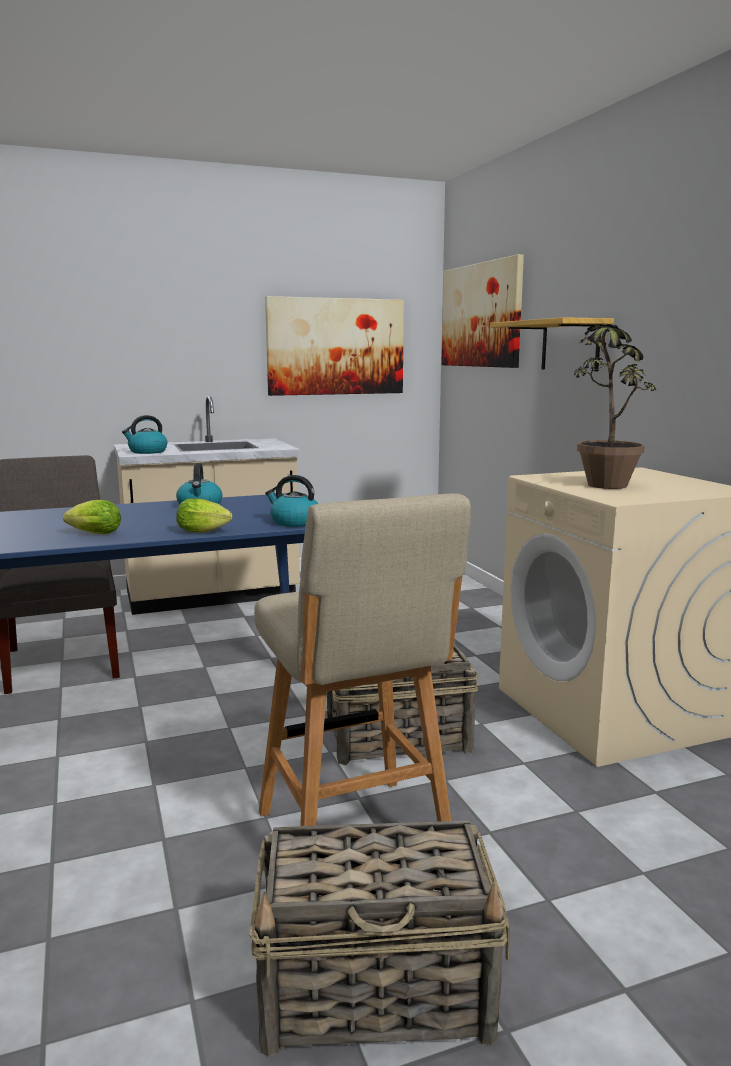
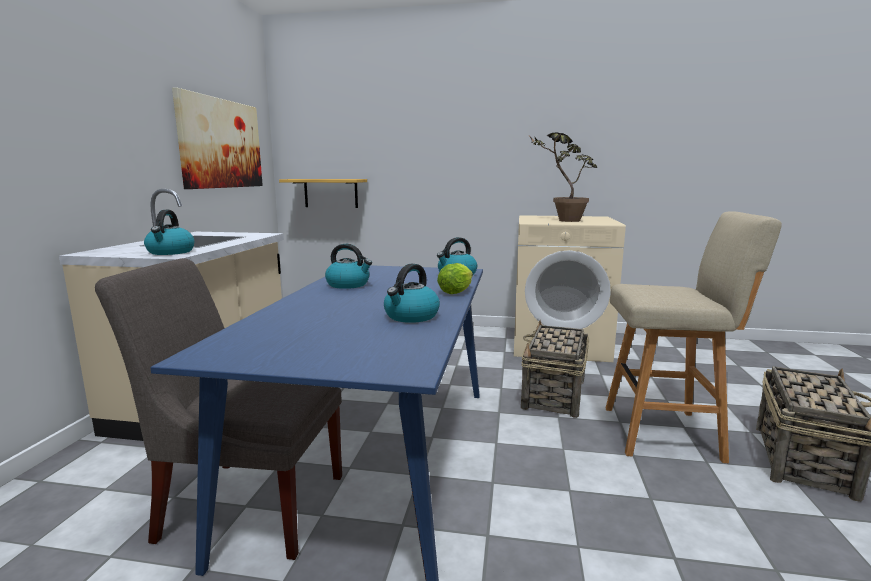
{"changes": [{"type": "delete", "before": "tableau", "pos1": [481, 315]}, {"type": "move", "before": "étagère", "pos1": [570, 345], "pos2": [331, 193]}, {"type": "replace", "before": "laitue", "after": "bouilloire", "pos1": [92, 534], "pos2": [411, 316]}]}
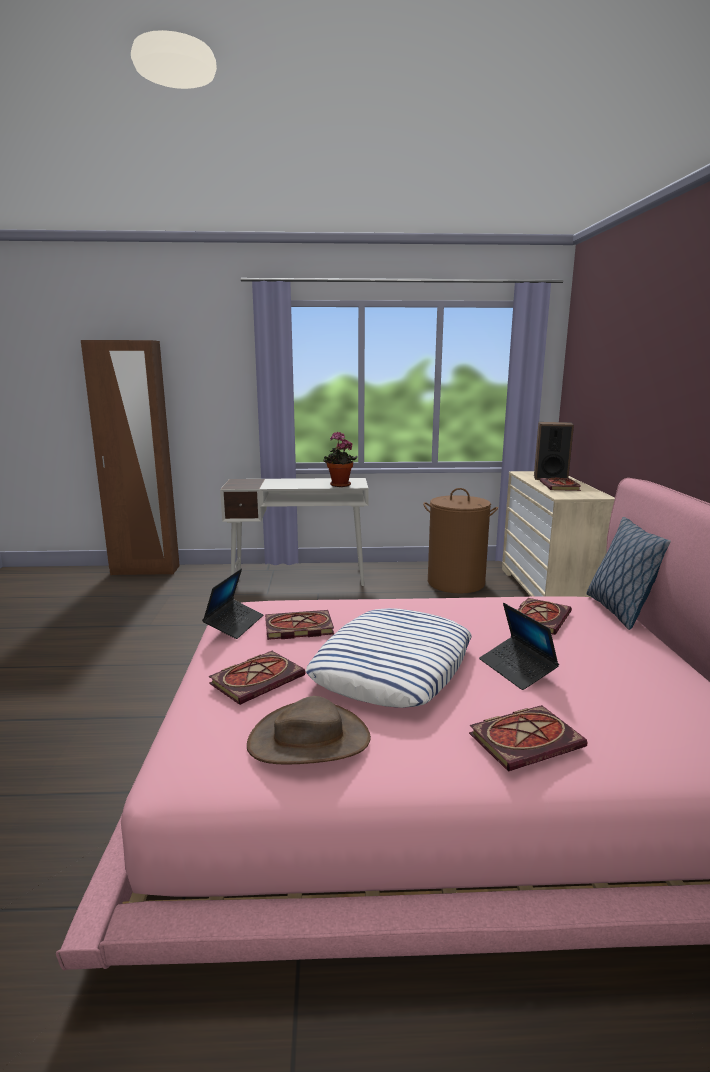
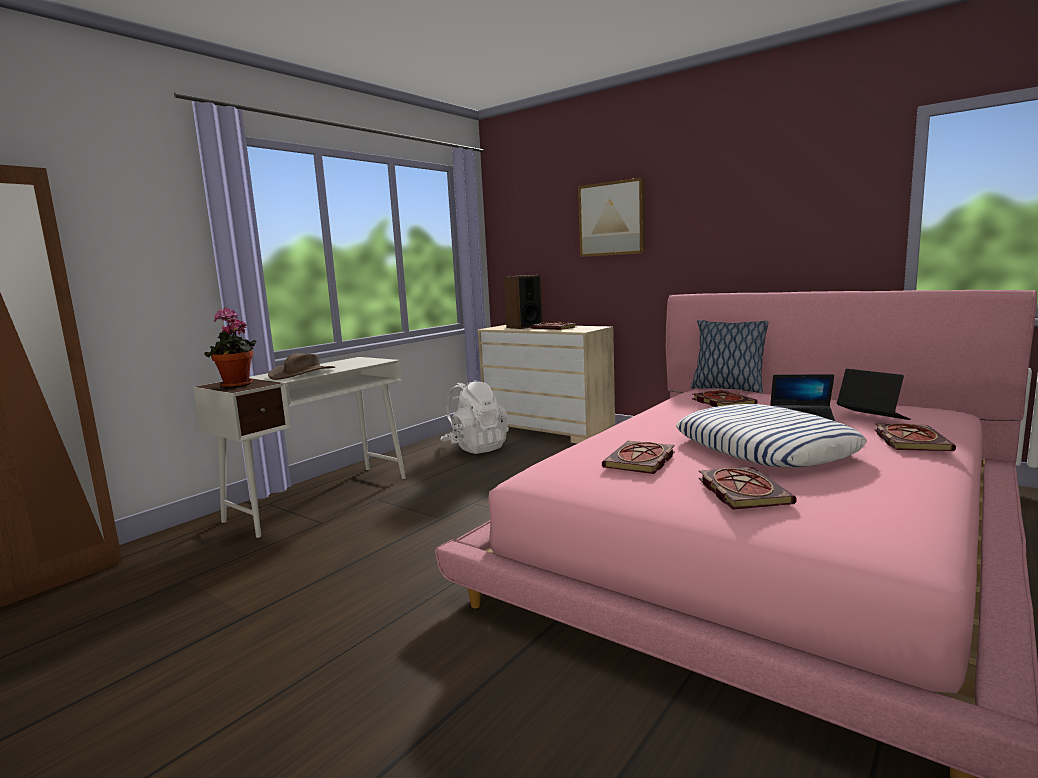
{"changes": [{"type": "move", "before": "plante en pot", "pos1": [339, 485], "pos2": [237, 385]}, {"type": "replace", "before": "panier à linge (marron)", "after": "sac à dos (blanc)", "pos1": [456, 583], "pos2": [476, 448]}, {"type": "move", "before": "ordinateur portable", "pos1": [234, 624], "pos2": [872, 418]}, {"type": "move", "before": "chapeau (marron)", "pos1": [309, 740], "pos2": [302, 373]}, {"type": "insert", "after": "tableau", "pos2": [612, 219]}]}
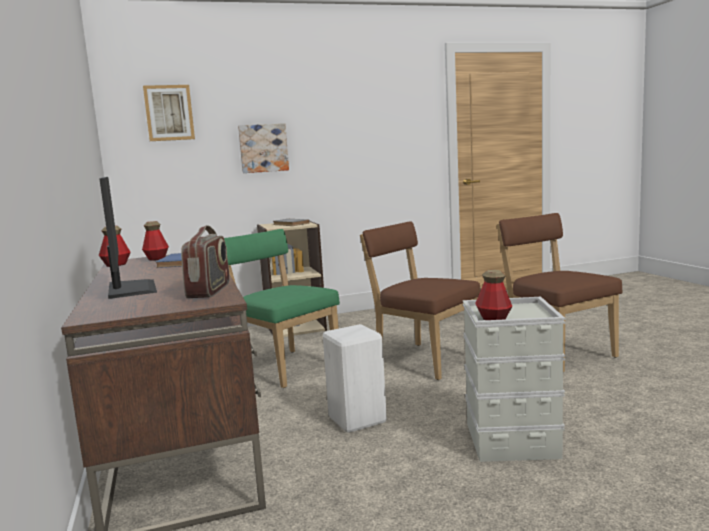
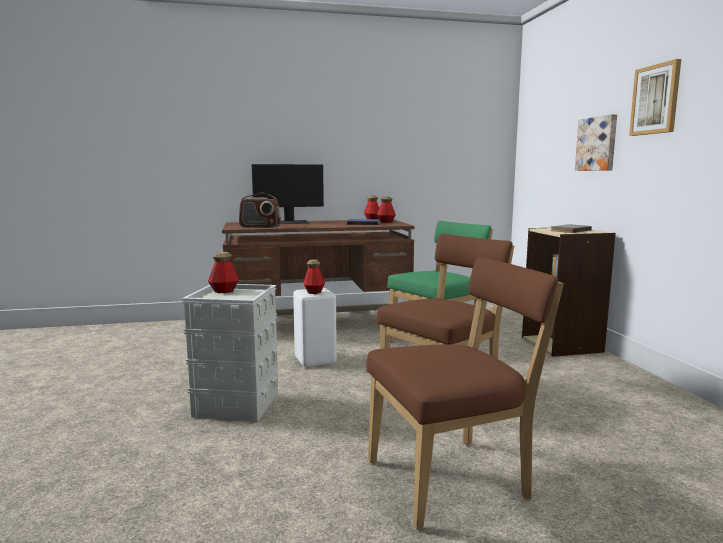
{"changes": [{"type": "move", "before": "tableau", "pos1": [169, 113], "pos2": [655, 99]}, {"type": "insert", "after": "bouteille", "pos2": [314, 292]}]}
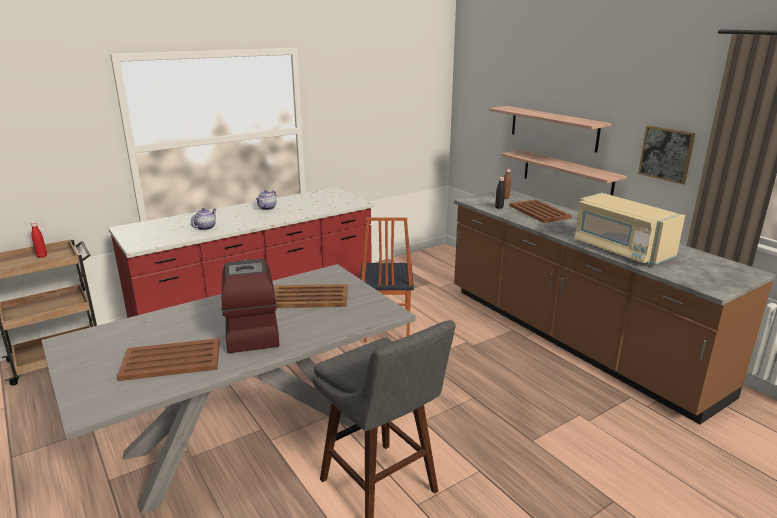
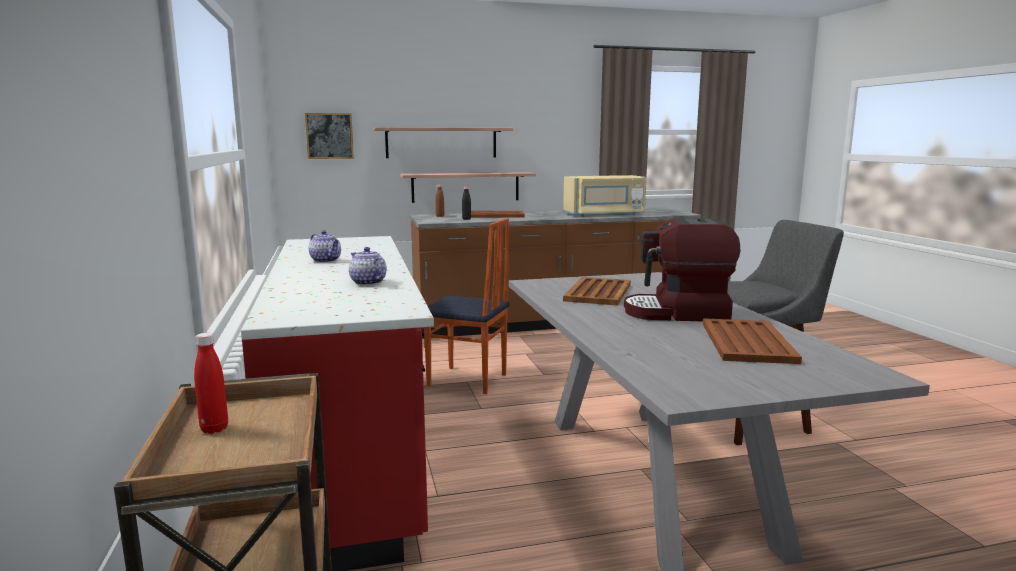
{"changes": [{"type": "move", "before": "tableau", "pos1": [666, 154], "pos2": [329, 136]}]}
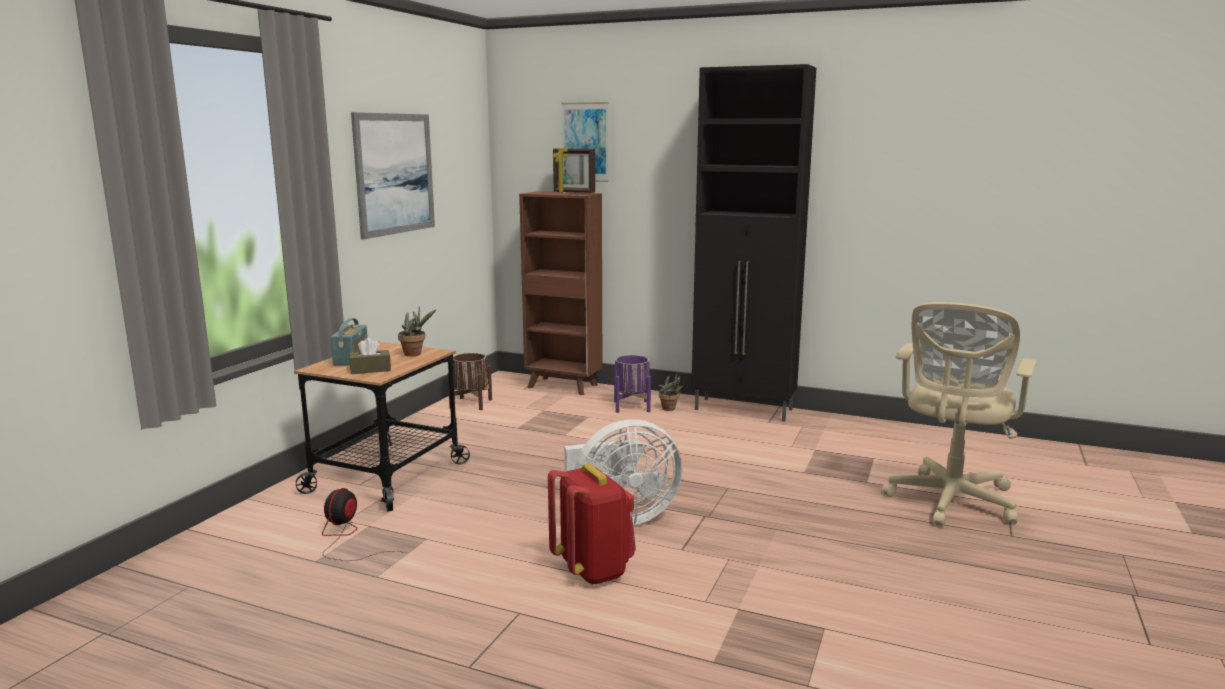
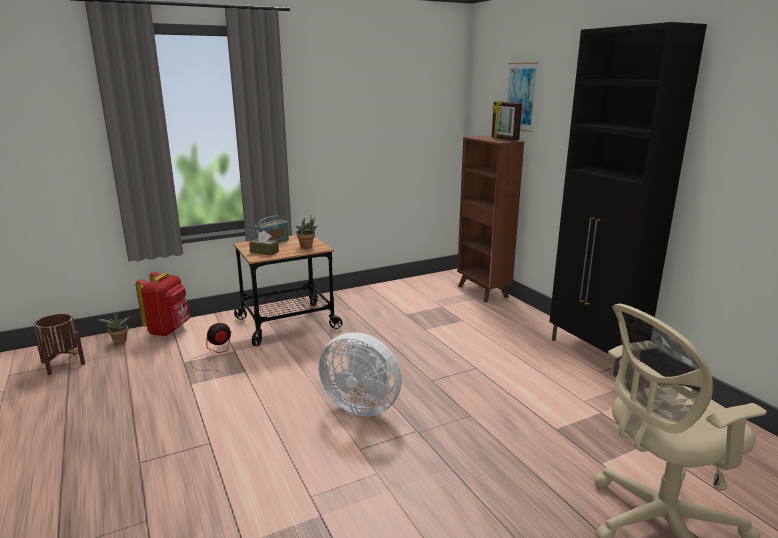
{"changes": [{"type": "delete", "before": "tableau", "pos1": [394, 174]}, {"type": "move", "before": "cache-pot (marron)", "pos1": [470, 404], "pos2": [63, 363]}, {"type": "delete", "before": "cache-pot (violet)", "pos1": [631, 406]}, {"type": "move", "before": "plante en pot", "pos1": [670, 409], "pos2": [119, 342]}, {"type": "move", "before": "sac à dos (rouge)", "pos1": [593, 570], "pos2": [169, 330]}]}
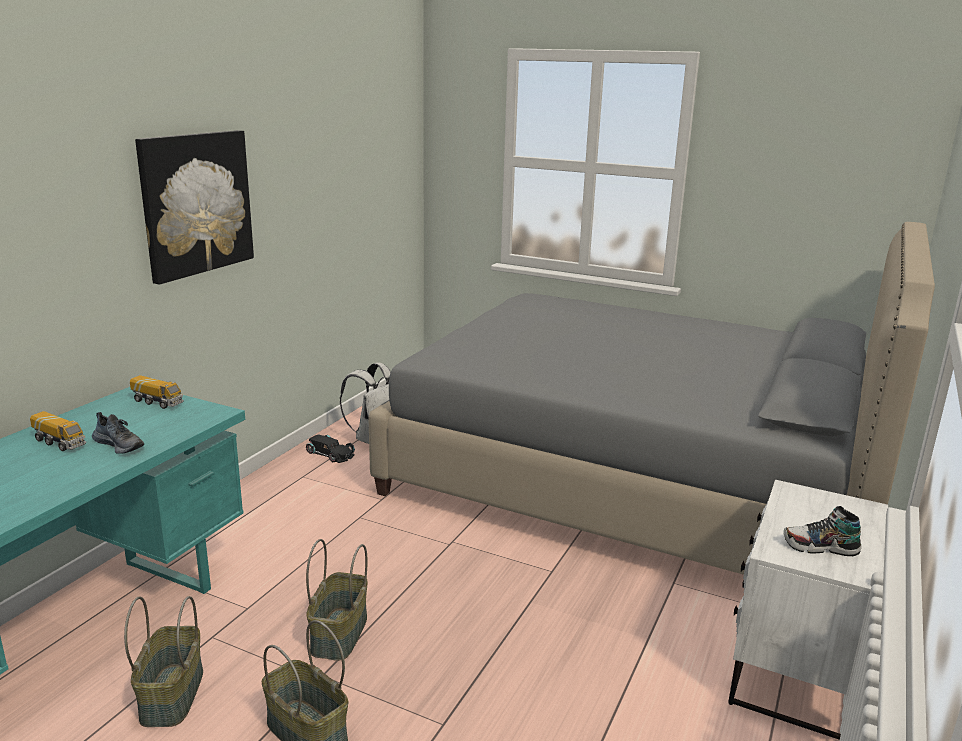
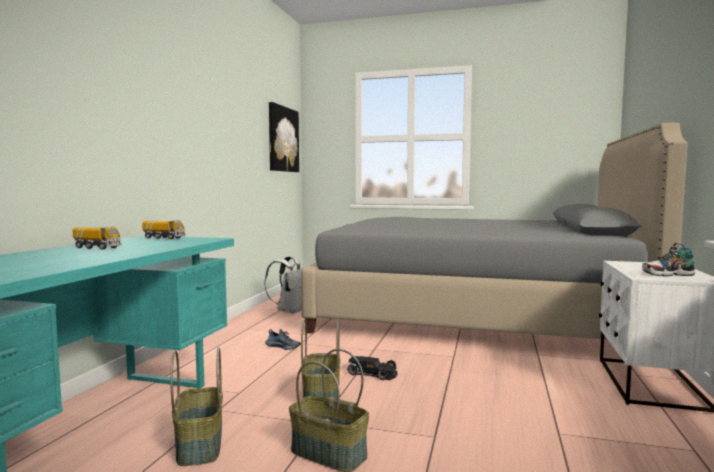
{"changes": [{"type": "move", "before": "tableau", "pos1": [196, 203], "pos2": [282, 139]}, {"type": "move", "before": "chaussure", "pos1": [120, 445], "pos2": [283, 347]}, {"type": "move", "before": "petite voiture (noir)", "pos1": [330, 453], "pos2": [372, 373]}]}
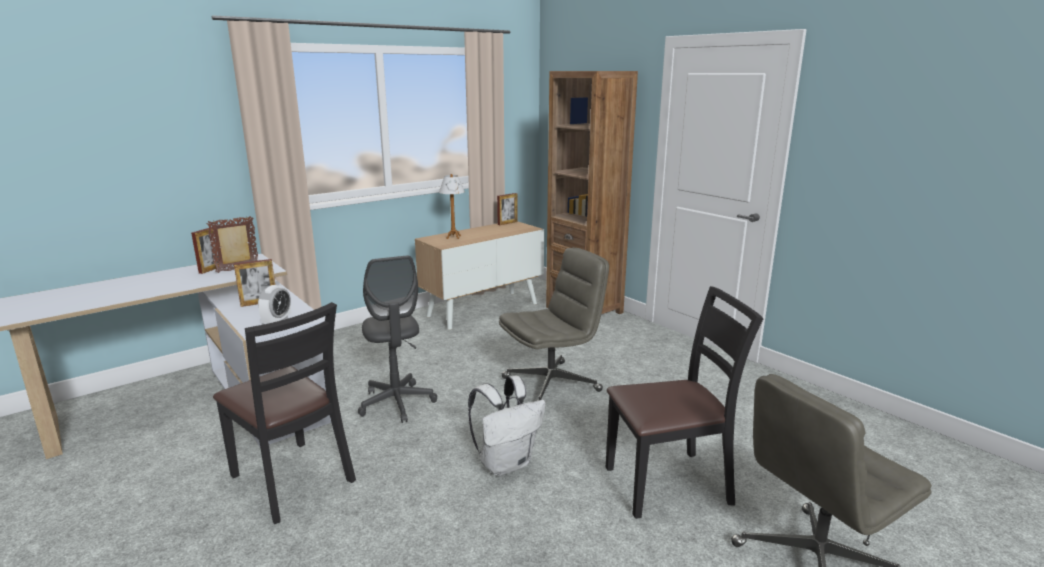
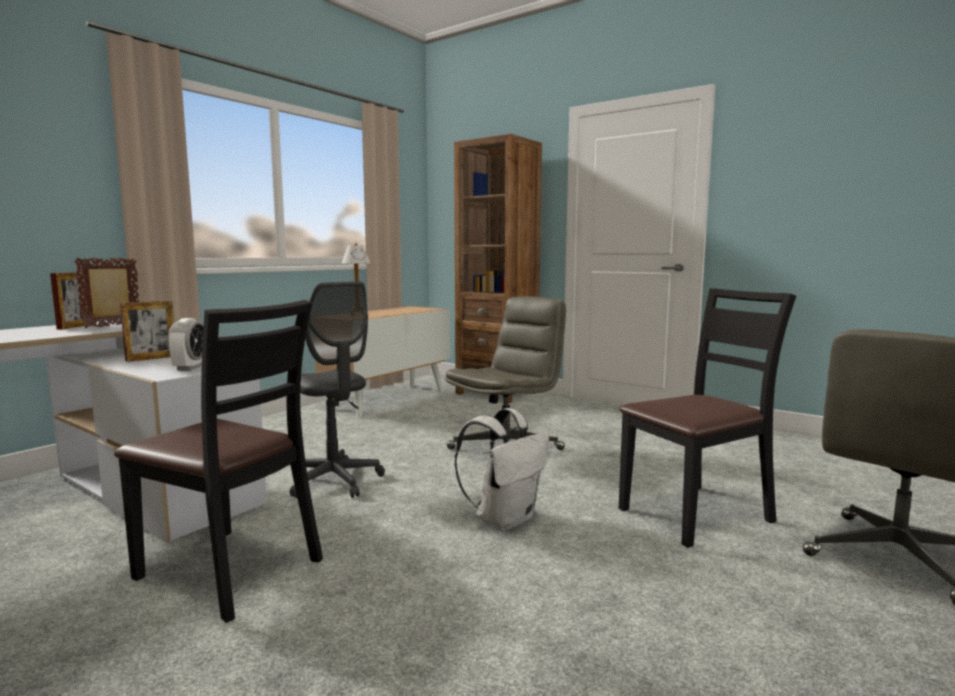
{"changes": [{"type": "delete", "before": "cadre photo", "pos1": [507, 223]}]}
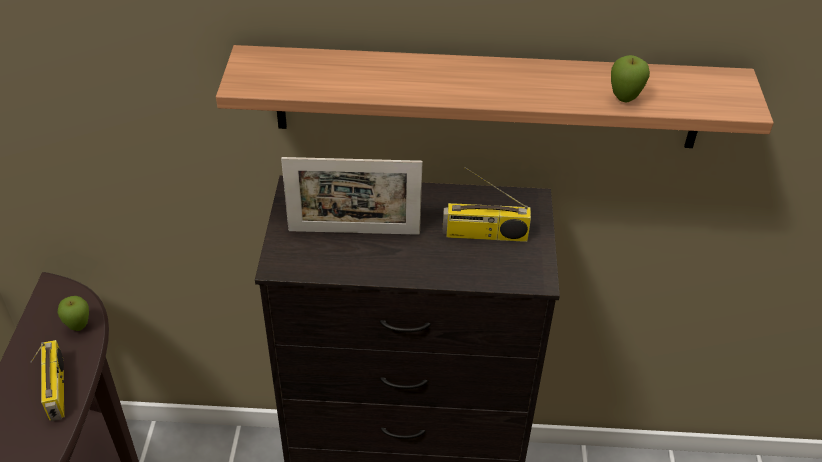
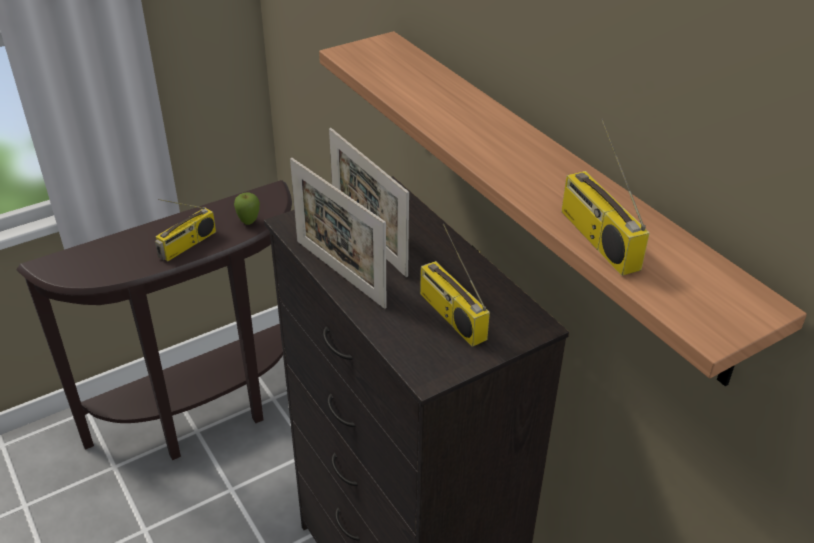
{"changes": [{"type": "replace", "before": "pomme", "after": "radio", "pos1": [624, 99], "pos2": [596, 238]}, {"type": "insert", "after": "cadre photo", "pos2": [339, 273]}]}
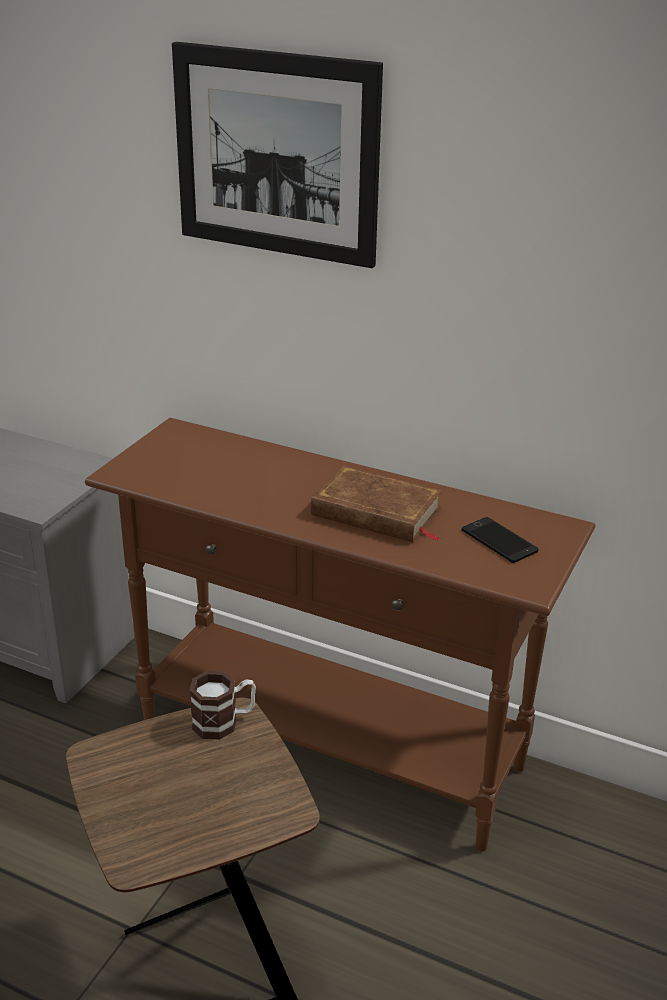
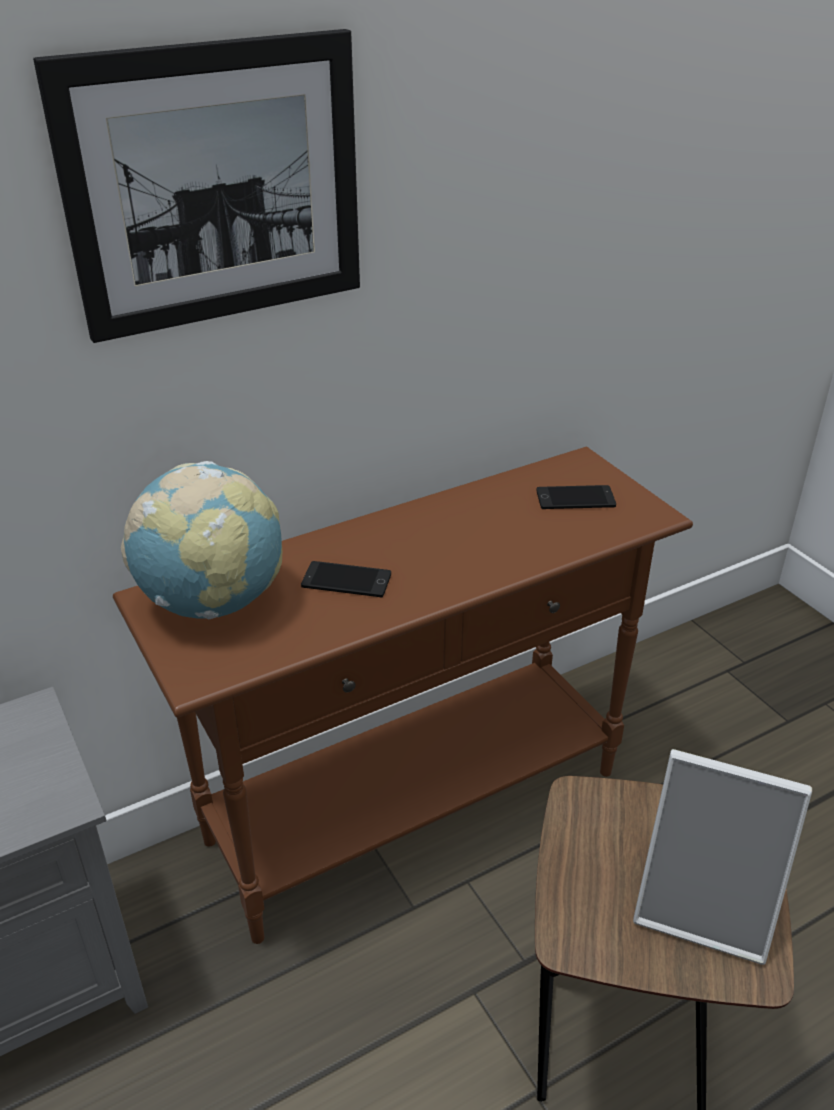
{"changes": [{"type": "delete", "before": "livre (marron)", "pos1": [376, 512]}, {"type": "delete", "before": "mug", "pos1": [224, 722]}, {"type": "insert", "after": "globe", "pos2": [213, 602]}, {"type": "insert", "after": "téléphone", "pos2": [346, 580]}, {"type": "insert", "after": "cadre photo", "pos2": [705, 906]}]}
